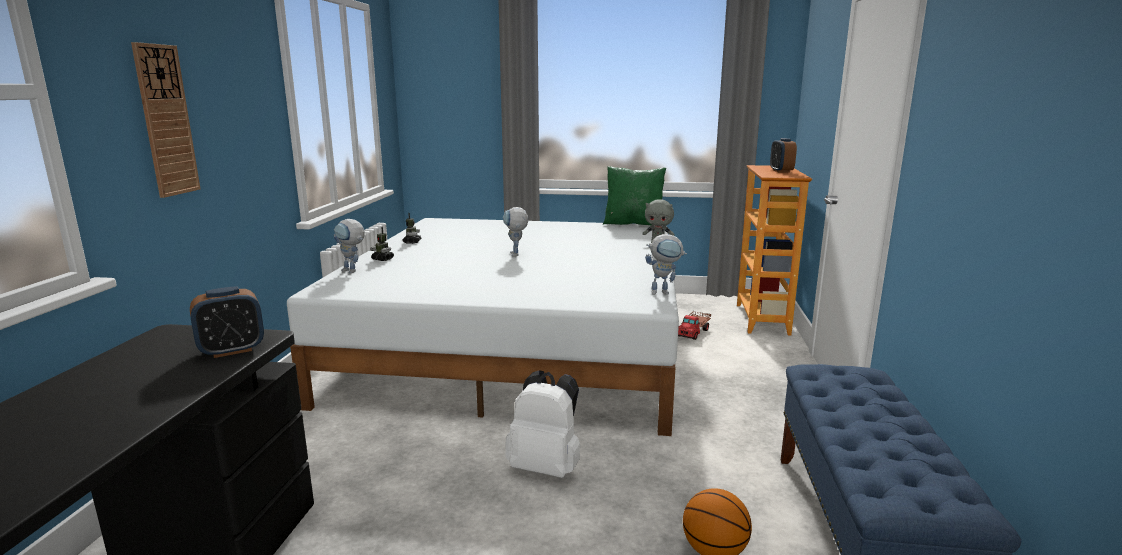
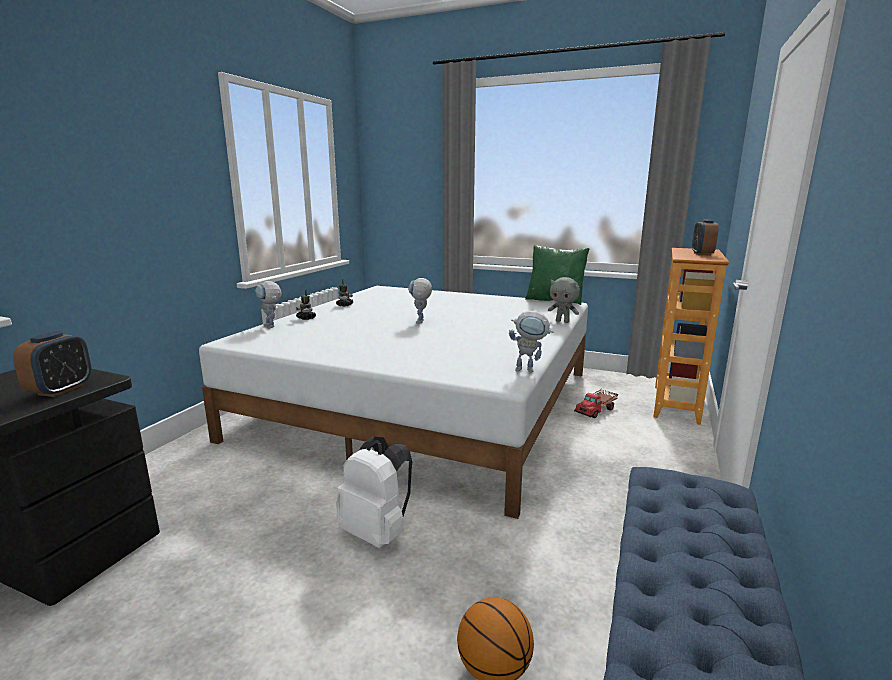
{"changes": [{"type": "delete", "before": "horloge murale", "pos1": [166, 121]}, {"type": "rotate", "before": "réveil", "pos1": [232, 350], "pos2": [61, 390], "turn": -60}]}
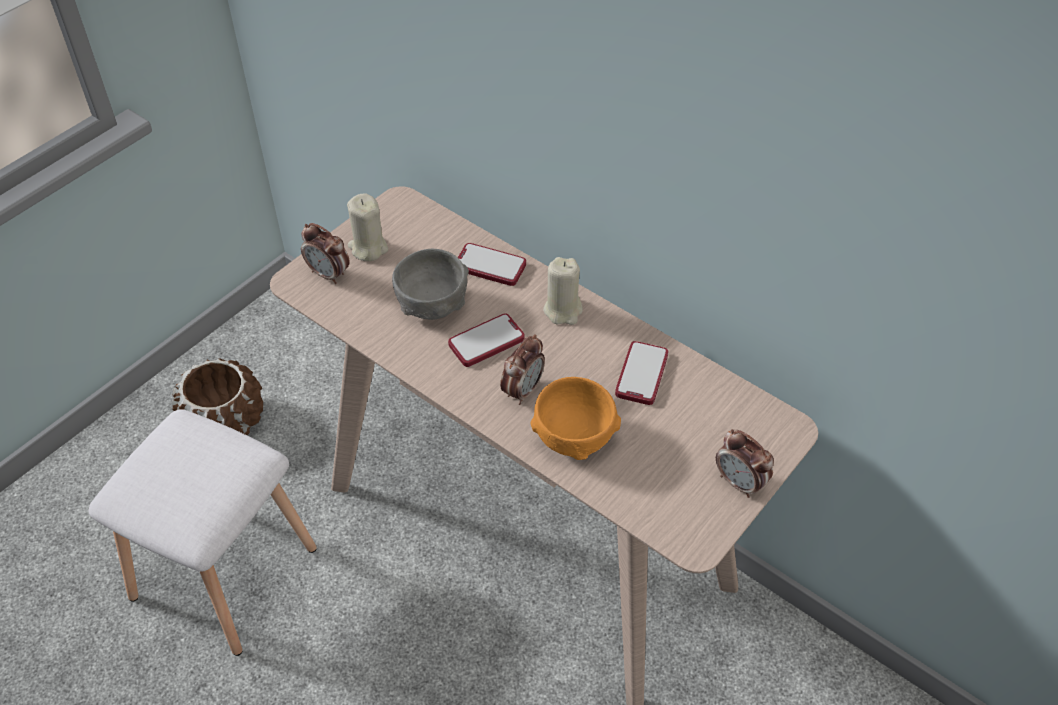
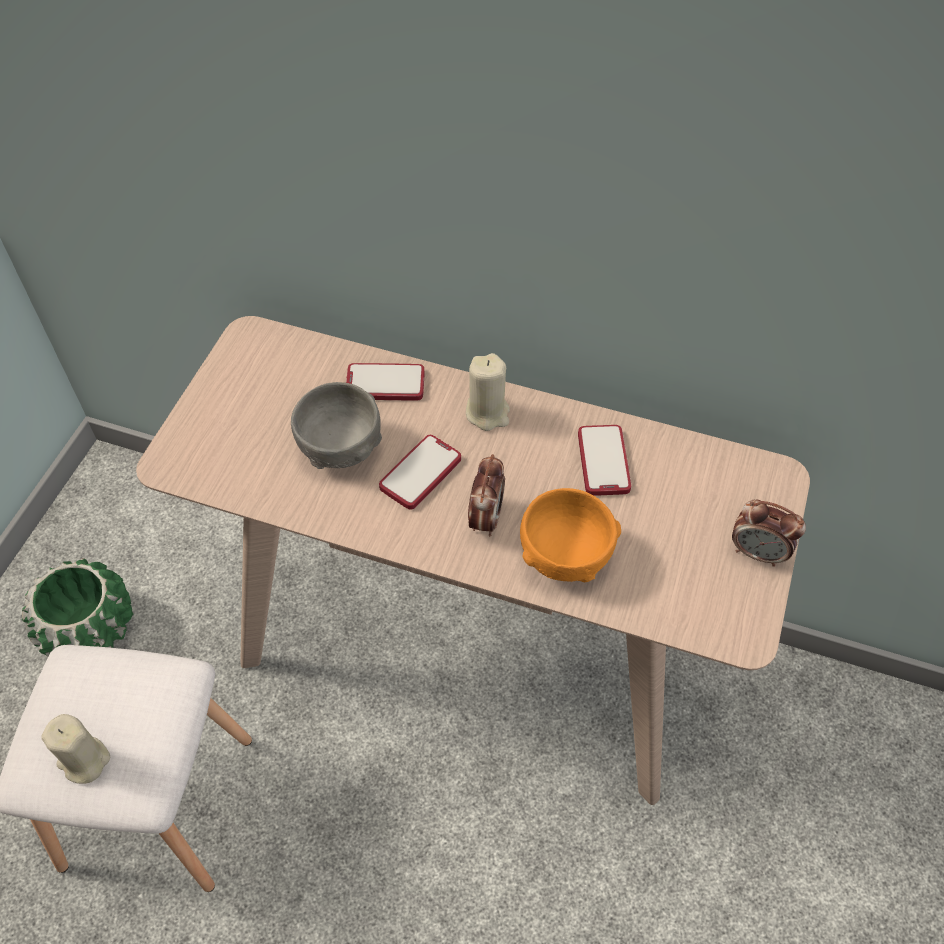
{"changes": [{"type": "move", "before": "bougie (beige)", "pos1": [368, 248], "pos2": [84, 760]}, {"type": "delete", "before": "réveil", "pos1": [329, 274]}, {"type": "recolor", "before": "cache-pot (marron)", "after": "cache-pot (vert)", "pos1": [225, 421], "pos2": [90, 627]}]}
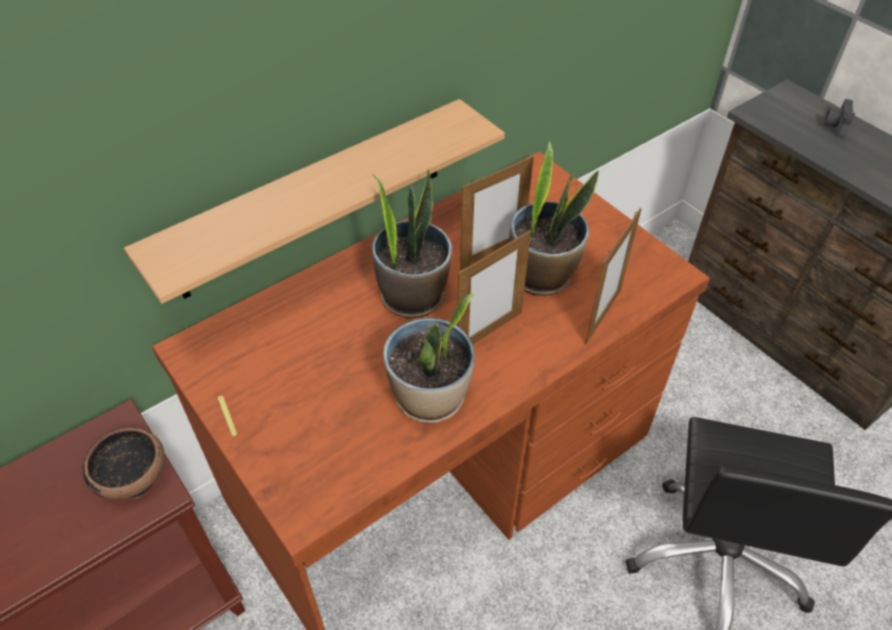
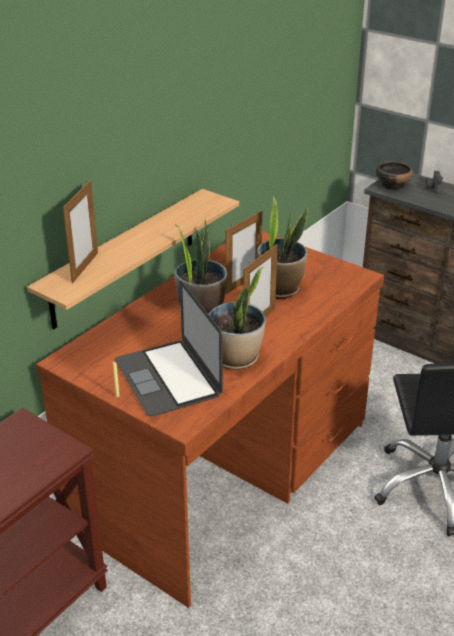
{"changes": [{"type": "move", "before": "cadre photo", "pos1": [603, 316], "pos2": [85, 267]}, {"type": "move", "before": "bol", "pos1": [133, 477], "pos2": [392, 185]}, {"type": "insert", "after": "ordinateur portable", "pos2": [168, 377]}]}
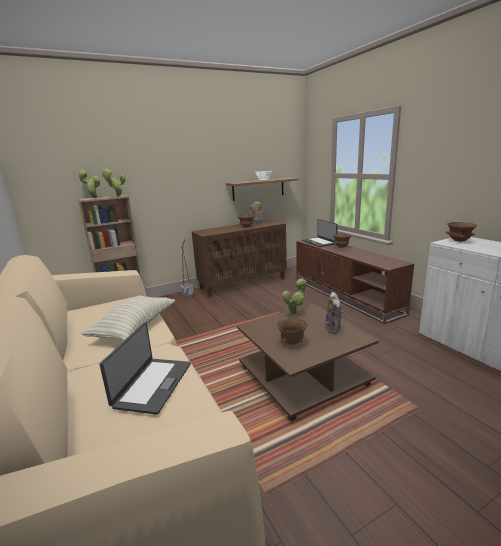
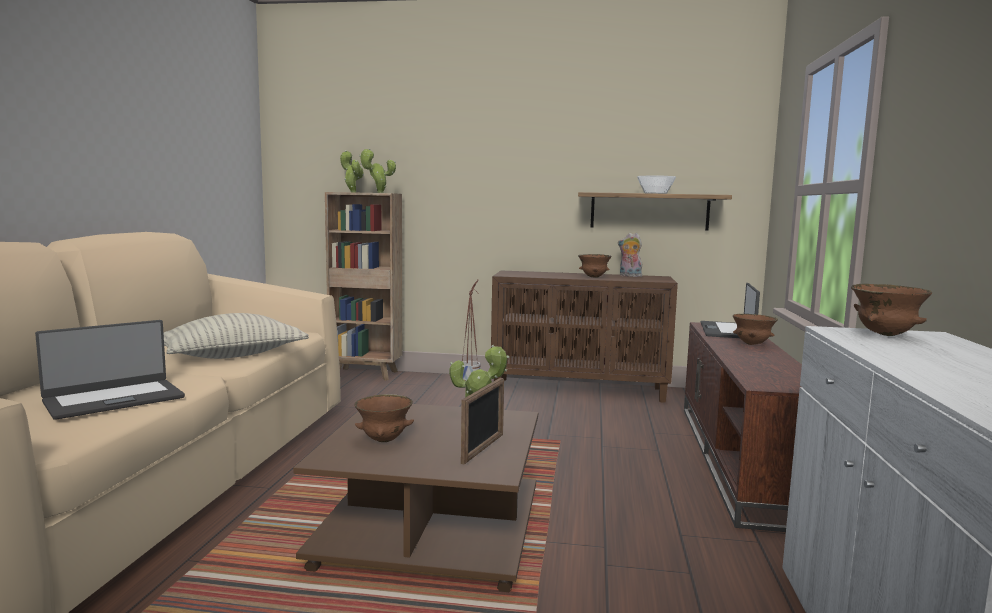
{"changes": [{"type": "replace", "before": "peluche", "after": "cadre photo", "pos1": [334, 329], "pos2": [483, 448]}]}
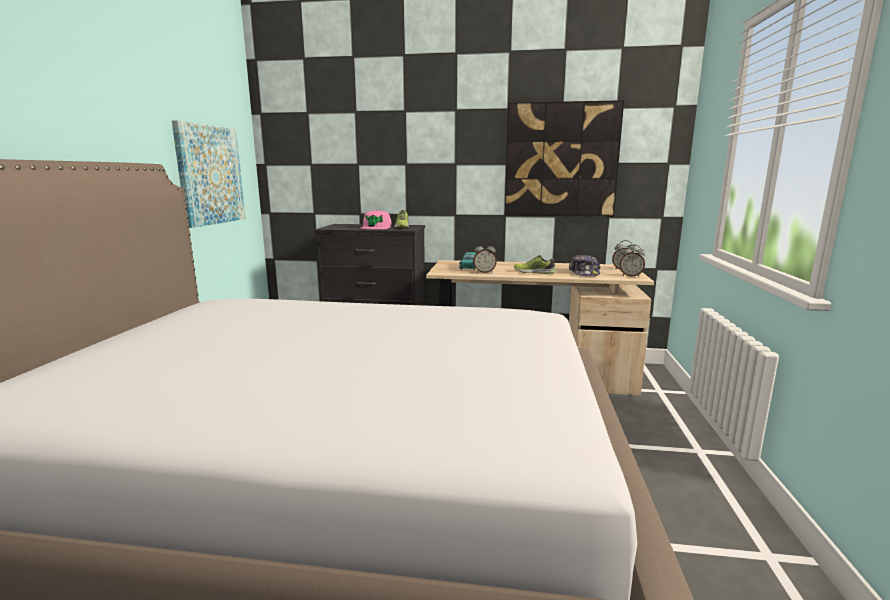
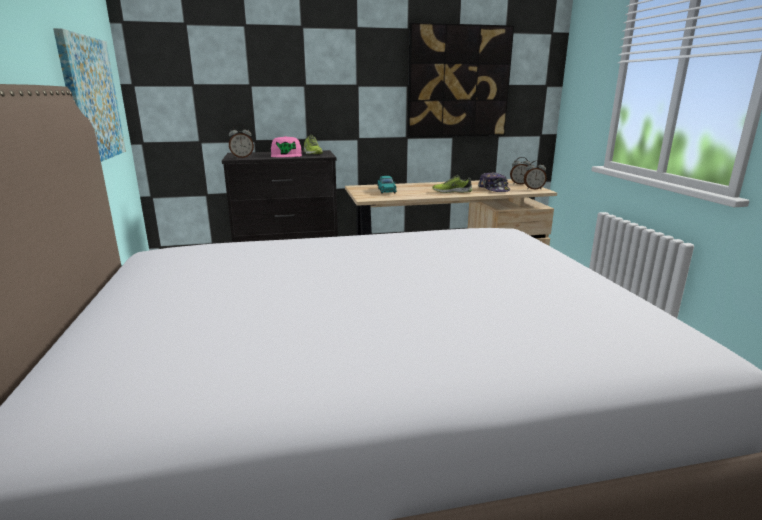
{"changes": [{"type": "move", "before": "réveil", "pos1": [484, 272], "pos2": [242, 157]}]}
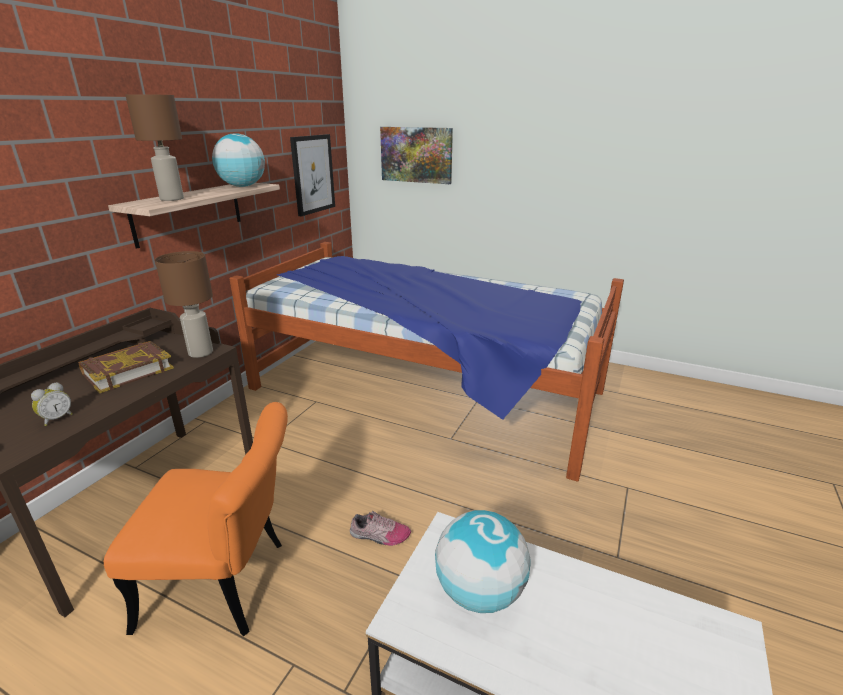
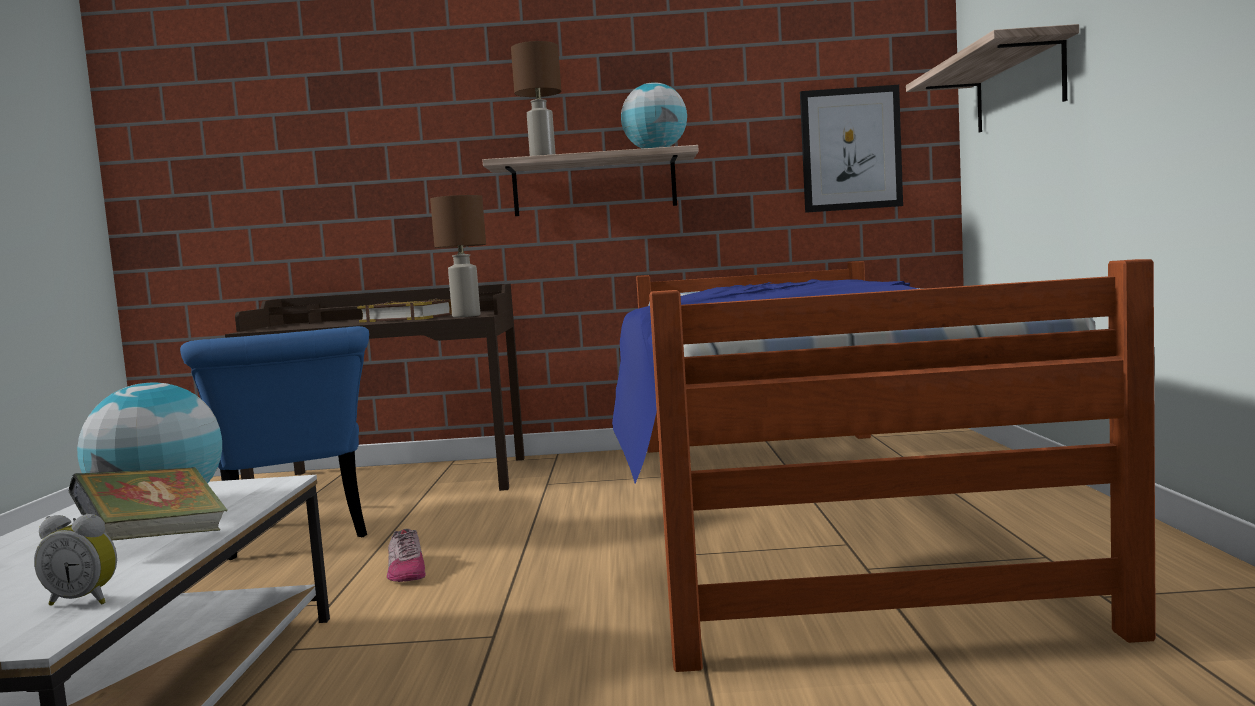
{"changes": [{"type": "replace", "before": "tableau", "after": "étagère", "pos1": [416, 155], "pos2": [1018, 87]}, {"type": "move", "before": "réveil", "pos1": [56, 418], "pos2": [85, 600]}, {"type": "recolor", "before": "chaise (orange)", "after": "chaise (bleu)", "pos1": [229, 584], "pos2": [297, 536]}, {"type": "insert", "after": "livre", "pos2": [154, 541]}]}
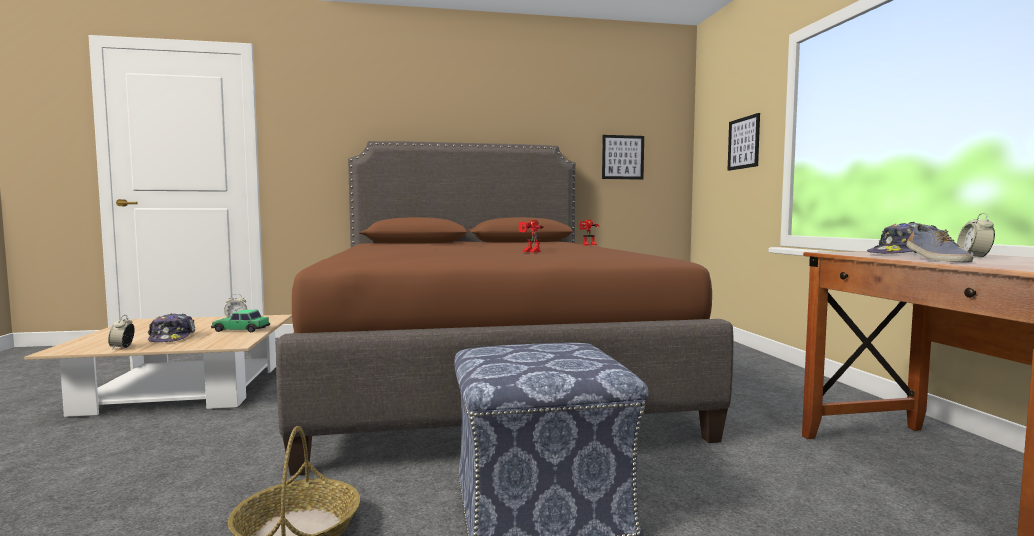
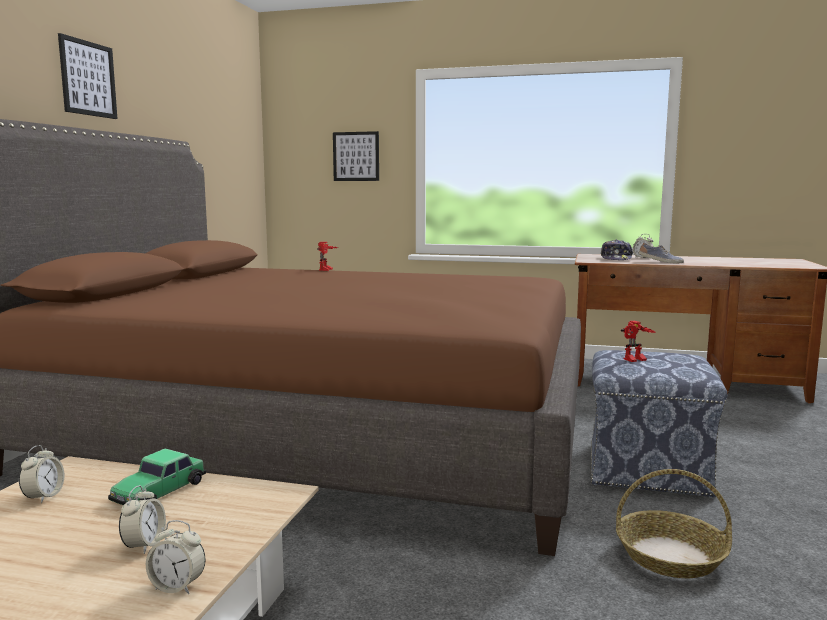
{"changes": [{"type": "move", "before": "tableau", "pos1": [622, 157], "pos2": [88, 78]}, {"type": "move", "before": "robot jouet", "pos1": [529, 251], "pos2": [635, 360]}, {"type": "replace", "before": "casquette", "after": "réveil", "pos1": [172, 337], "pos2": [144, 545]}]}
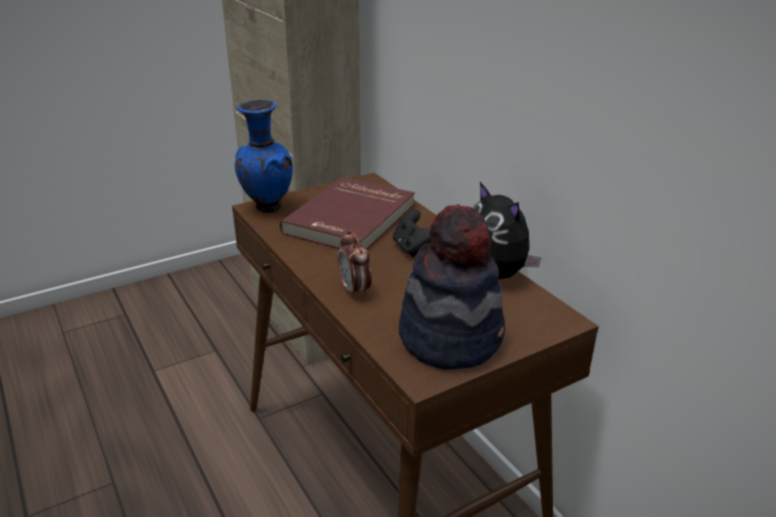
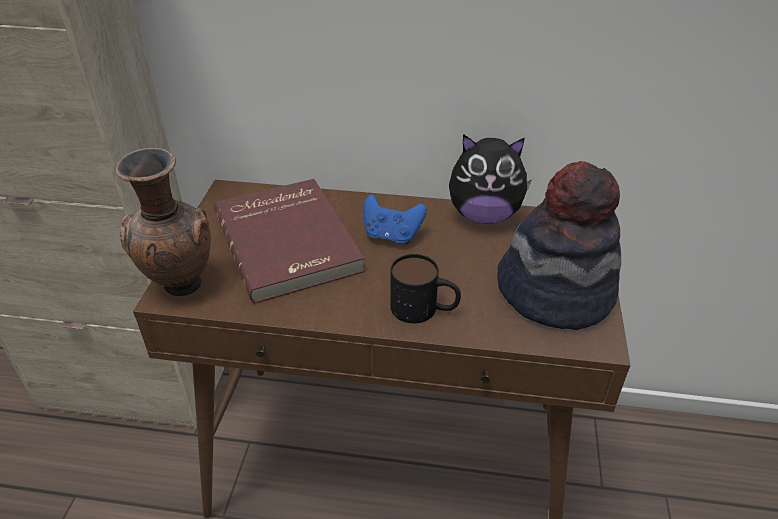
{"changes": [{"type": "recolor", "before": "vase (bleu)", "after": "vase (marron)", "pos1": [266, 208], "pos2": [180, 287]}, {"type": "recolor", "before": "manette (noir)", "after": "manette (bleu)", "pos1": [413, 248], "pos2": [392, 235]}, {"type": "replace", "before": "réveil", "after": "mug", "pos1": [355, 290], "pos2": [424, 309]}]}
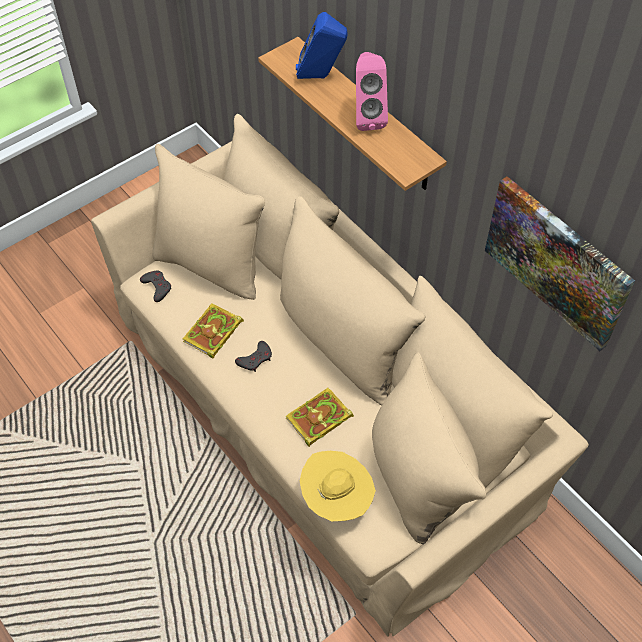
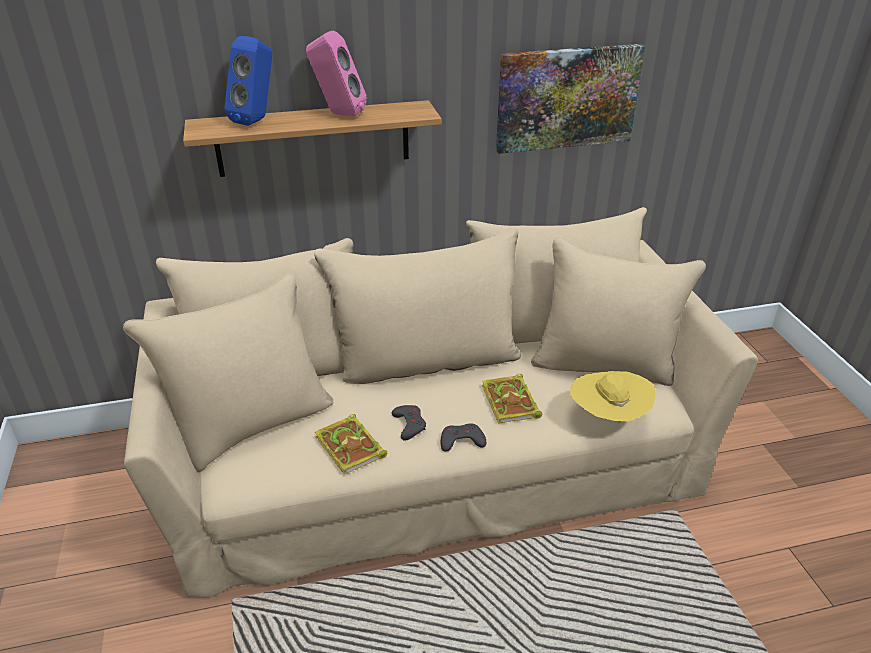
{"changes": [{"type": "move", "before": "manette (gris)", "pos1": [157, 287], "pos2": [461, 441]}]}
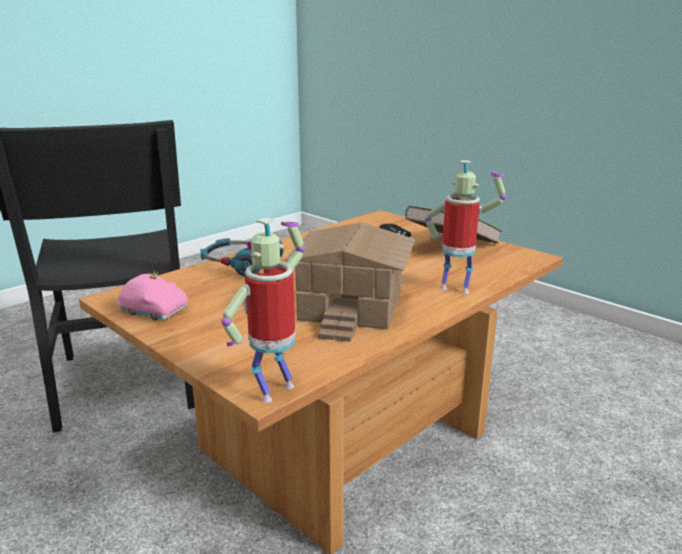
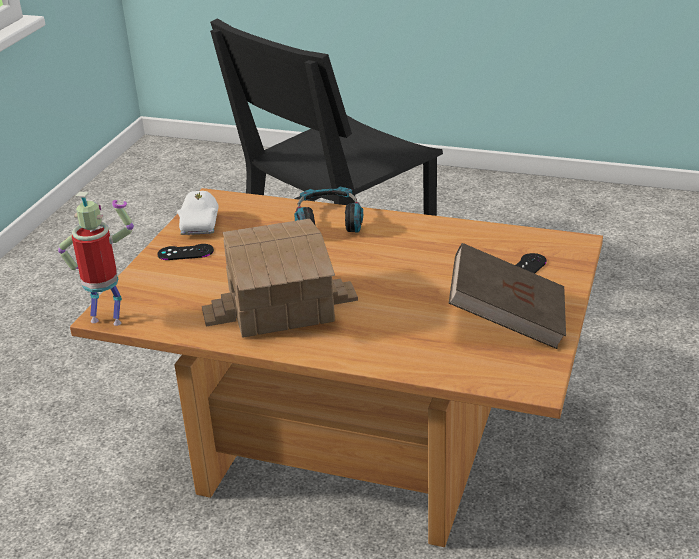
{"changes": [{"type": "delete", "before": "robot jouet", "pos1": [456, 288]}, {"type": "recolor", "before": "petite voiture (rose)", "after": "petite voiture (blanc)", "pos1": [154, 311], "pos2": [201, 225]}, {"type": "insert", "after": "manette (noir)", "pos2": [185, 252]}]}
